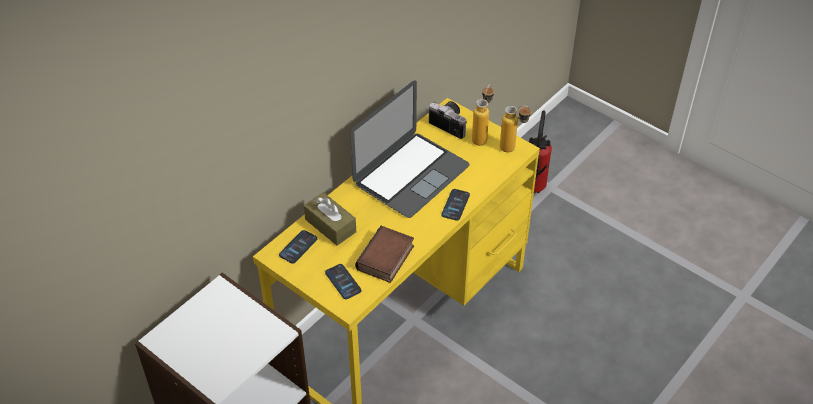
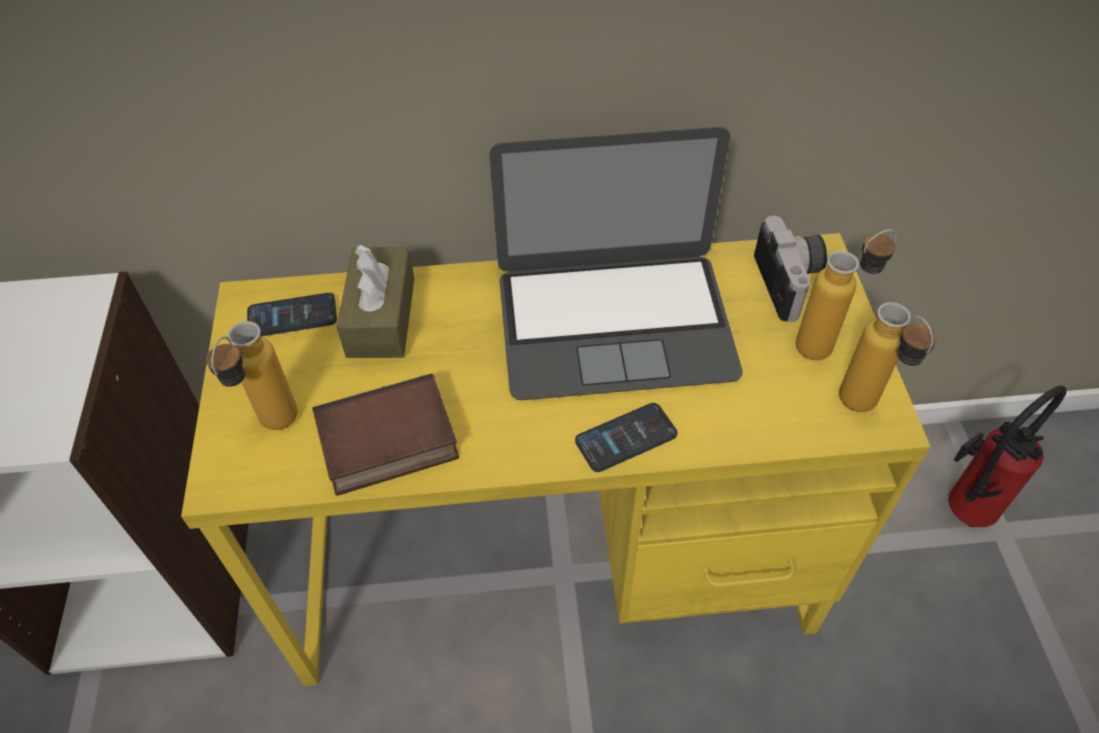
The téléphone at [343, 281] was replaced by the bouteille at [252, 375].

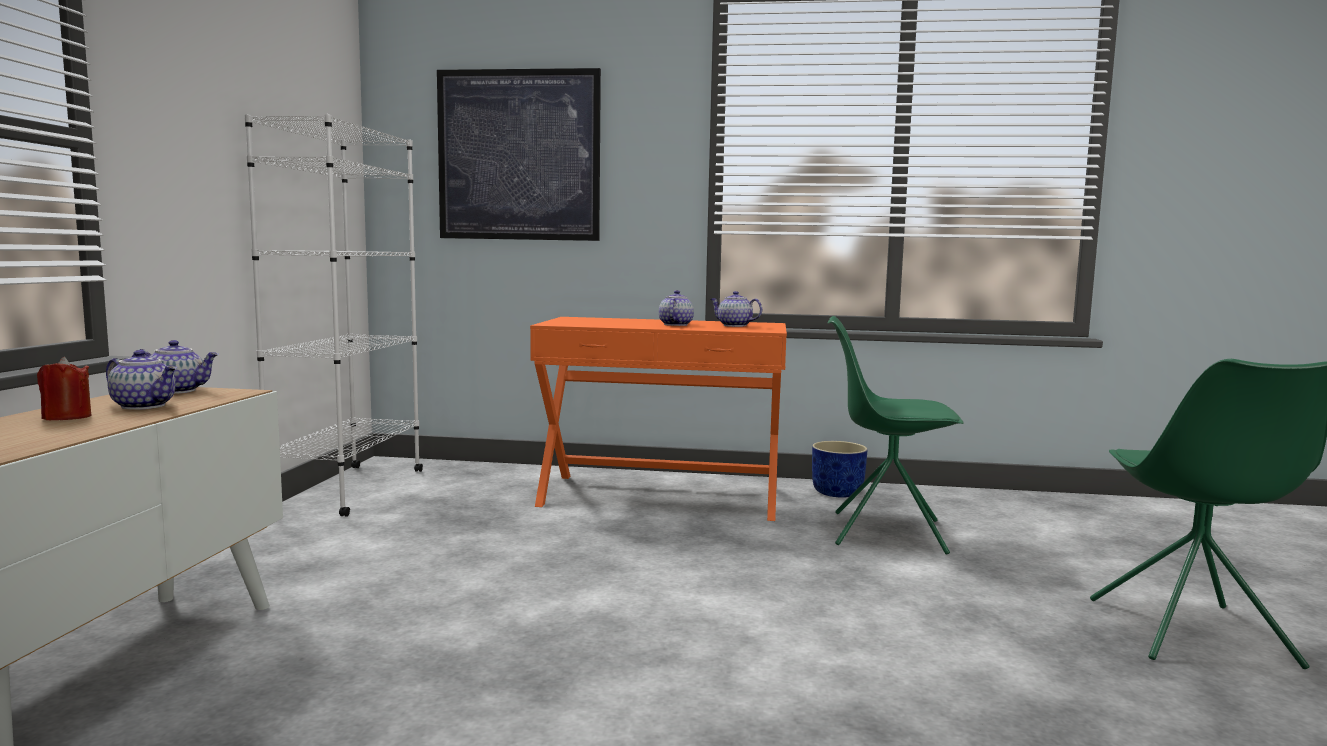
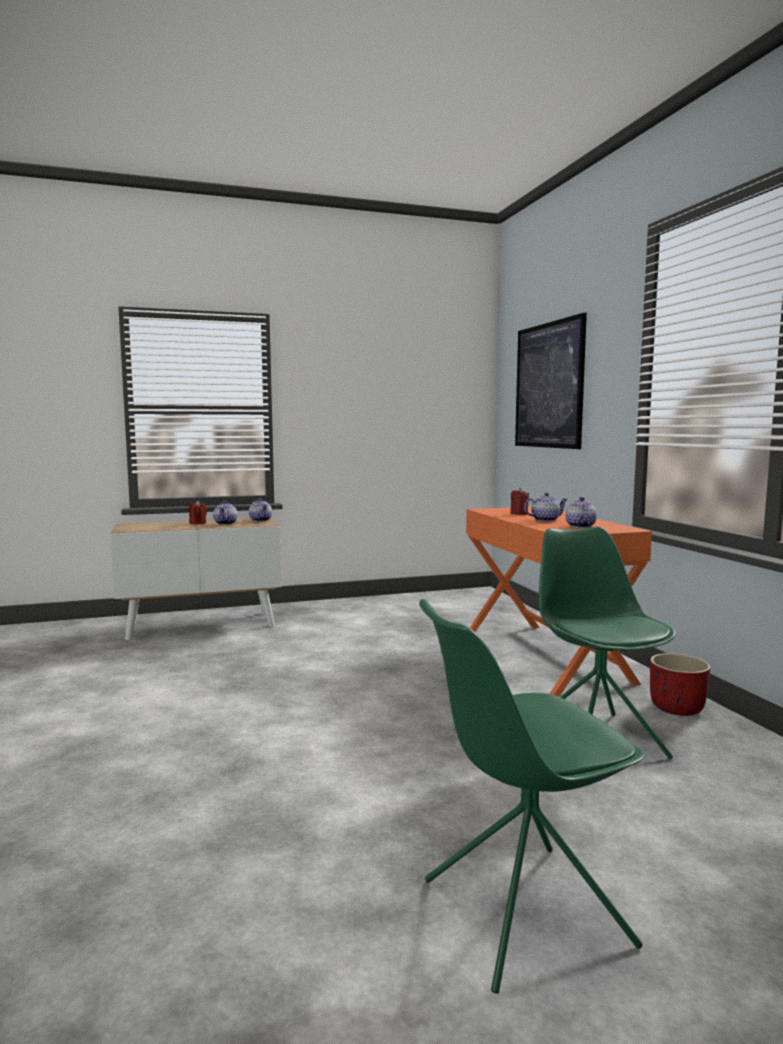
The bibliothèque (blanc) at [333, 315] disappeared.
The cache-pot (bleu) at [840, 469] became the cache-pot (rouge) at [680, 684].
The bougie (rouge) at [519, 501] appeared.

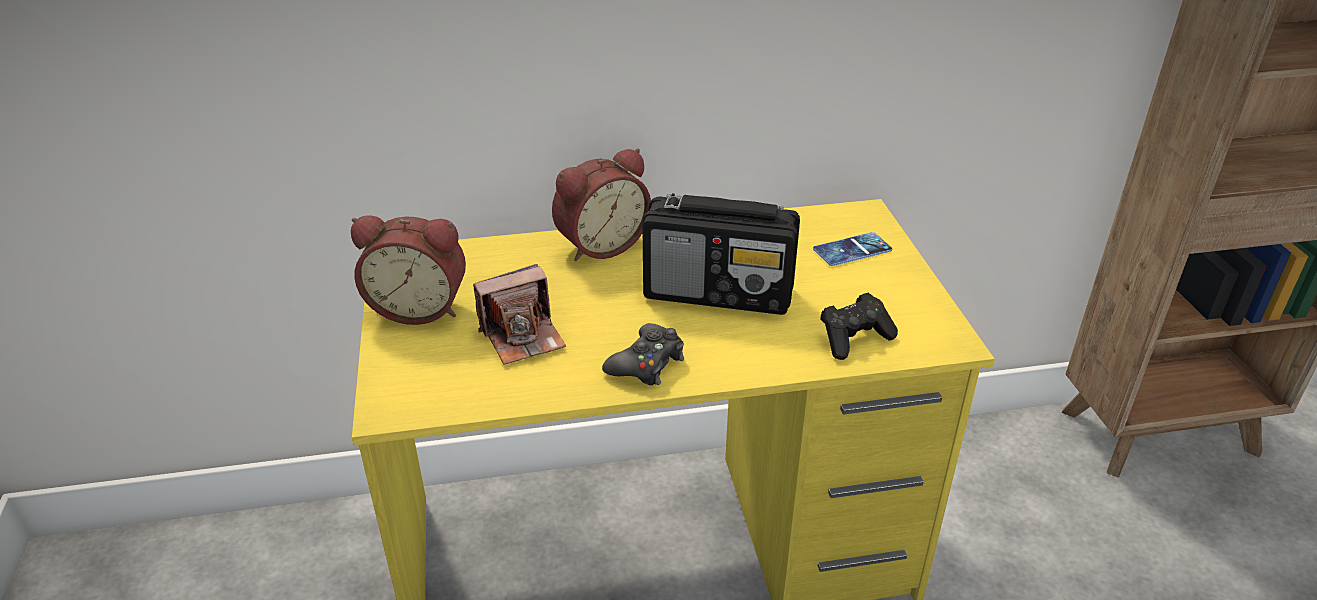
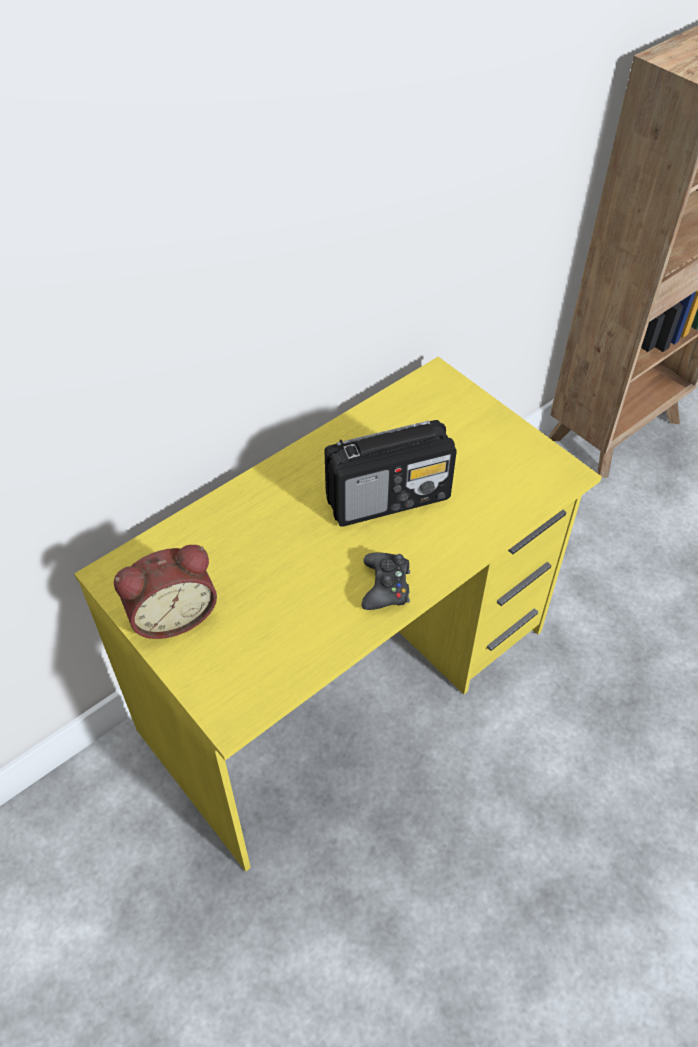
The appareil photo at [519, 314] disappeared.
The réveil at [601, 204] disappeared.
The téléphone at [852, 249] disappeared.
The manette (noir) at [859, 326] disappeared.

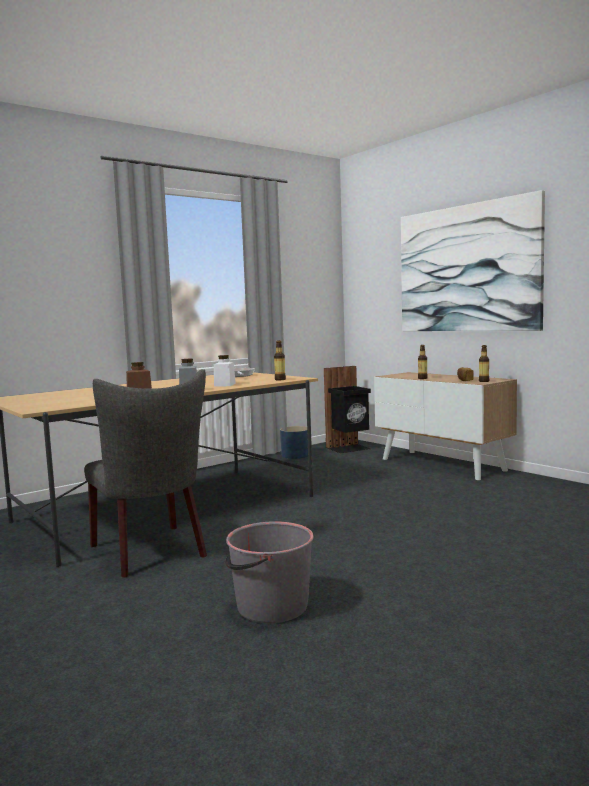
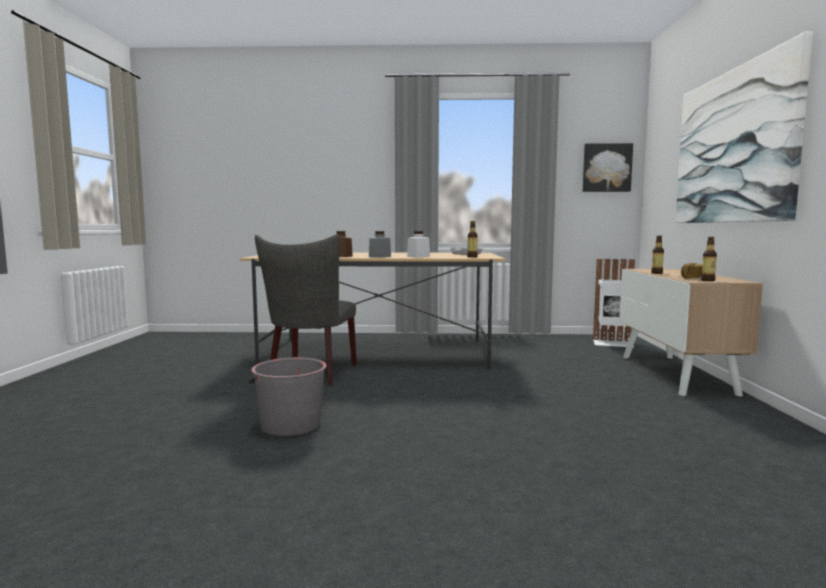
The cache-pot (bleu) at [294, 442] disappeared.
The poubelle (noir) at [347, 409] became the poubelle (blanc) at [614, 303].
The tableau at [608, 167] appeared.

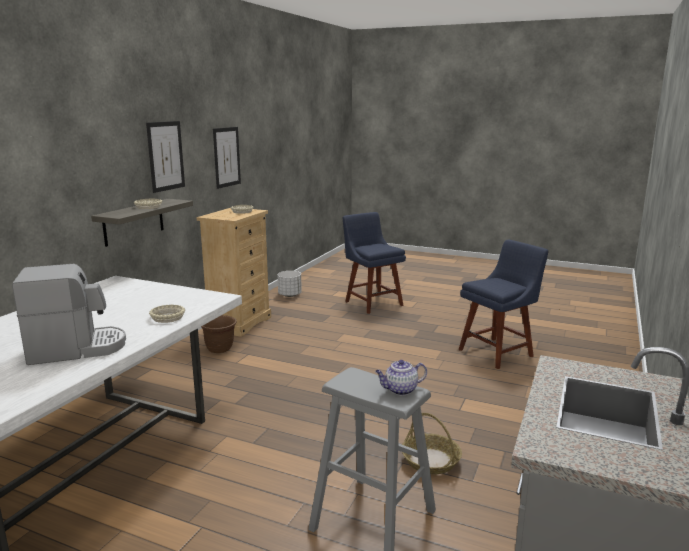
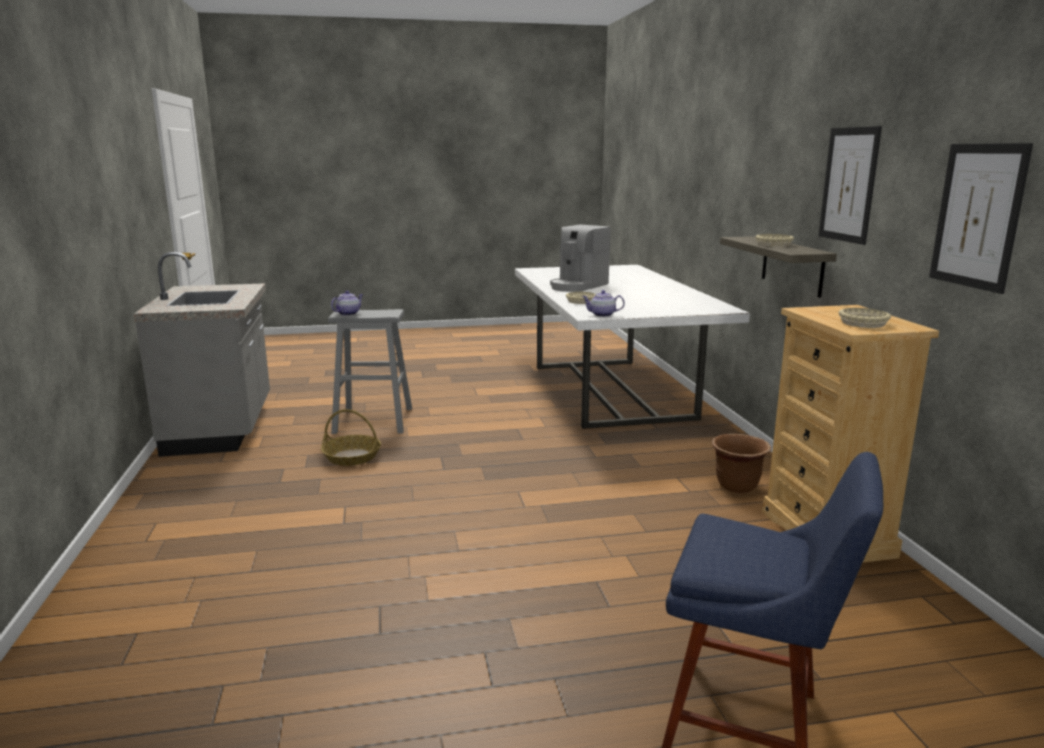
The cache-pot (blanc) at [290, 284] disappeared.
The chaise (bleu) at [503, 304] disappeared.
The théière at [603, 303] appeared.

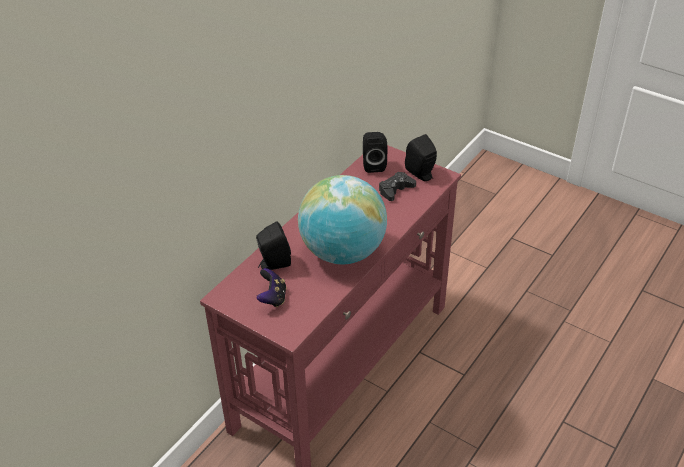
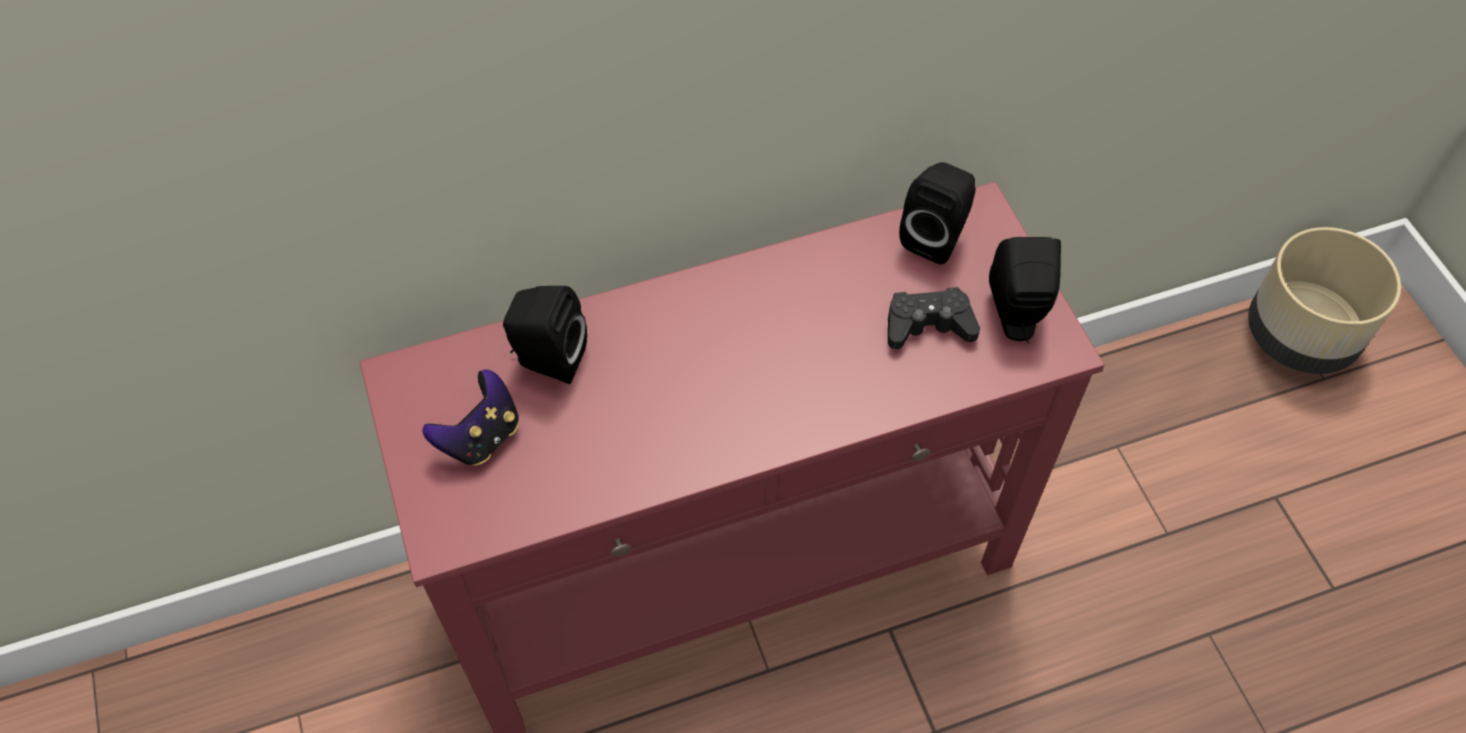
The globe at [342, 219] disappeared.
The cache-pot (beige) at [1324, 300] appeared.

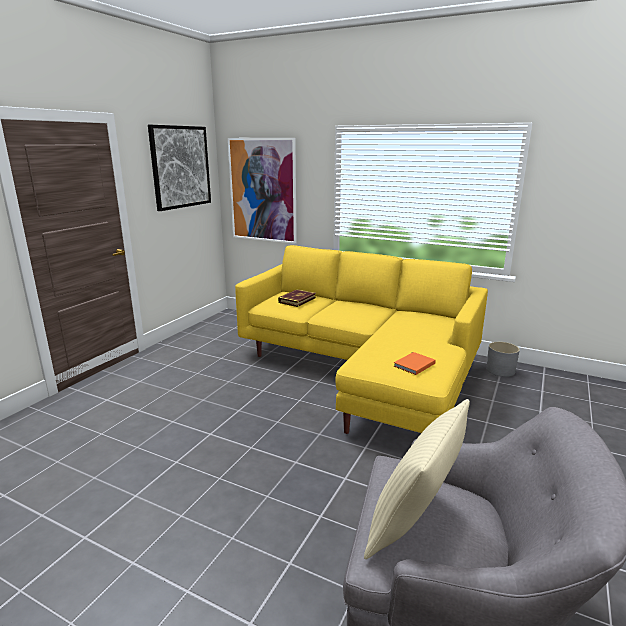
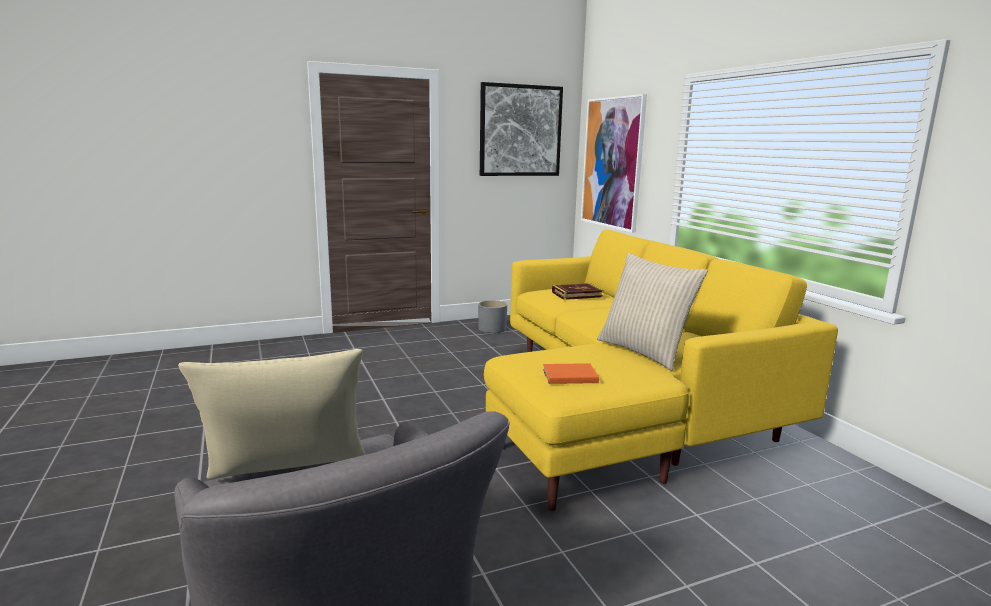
The cache-pot (gris) moved from [503, 359] to [492, 316].
The coussin (beige) at [652, 312] appeared.

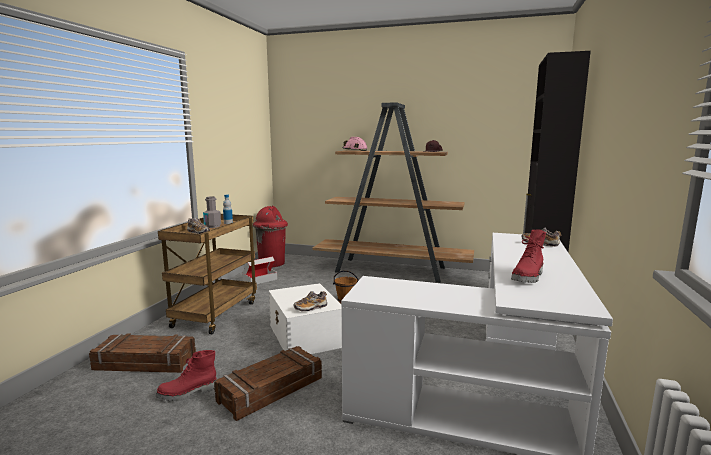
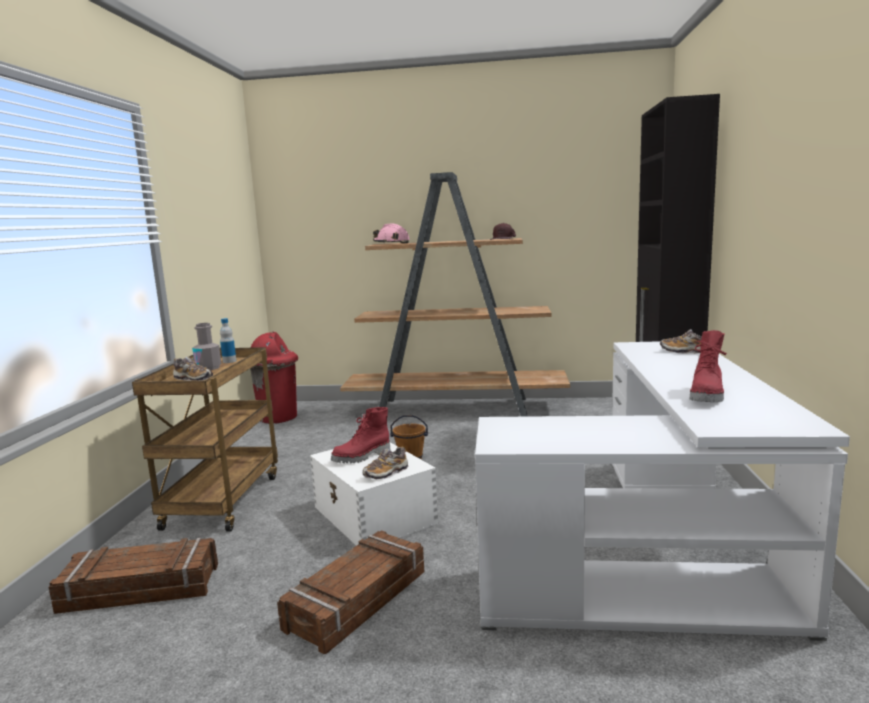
The botte (rouge) moved from [186, 375] to [360, 435].
The carton at [259, 270] disappeared.

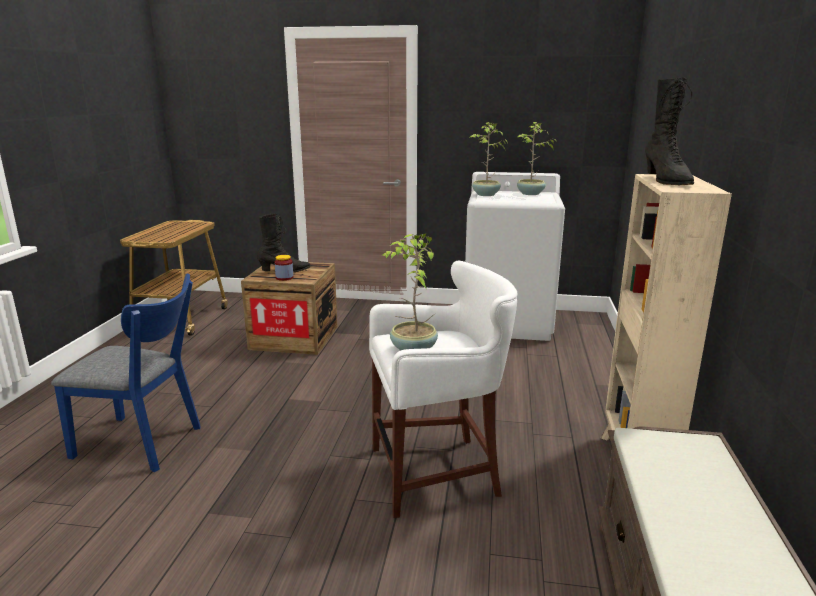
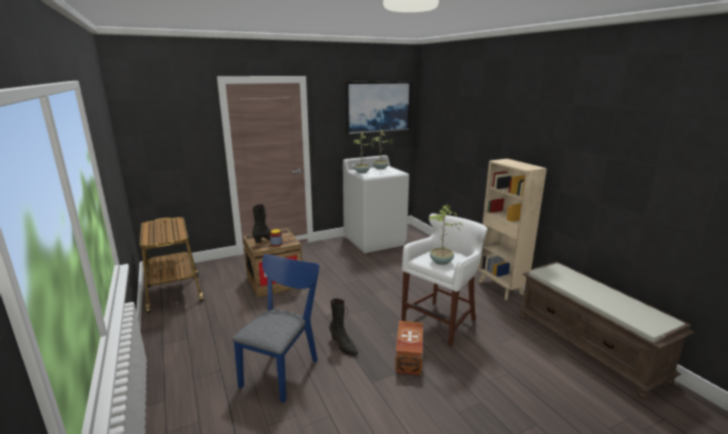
The chaise (bleu) at [126, 372] turned 45 degrees counterclockwise.
The botte (noir) moved from [669, 131] to [343, 327].
The tableau at [379, 108] appeared.
The boîte de rangement (marron) at [409, 348] appeared.

